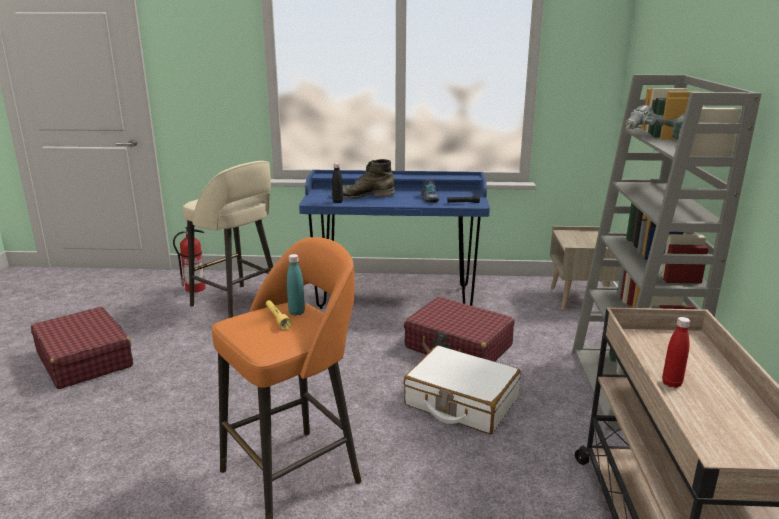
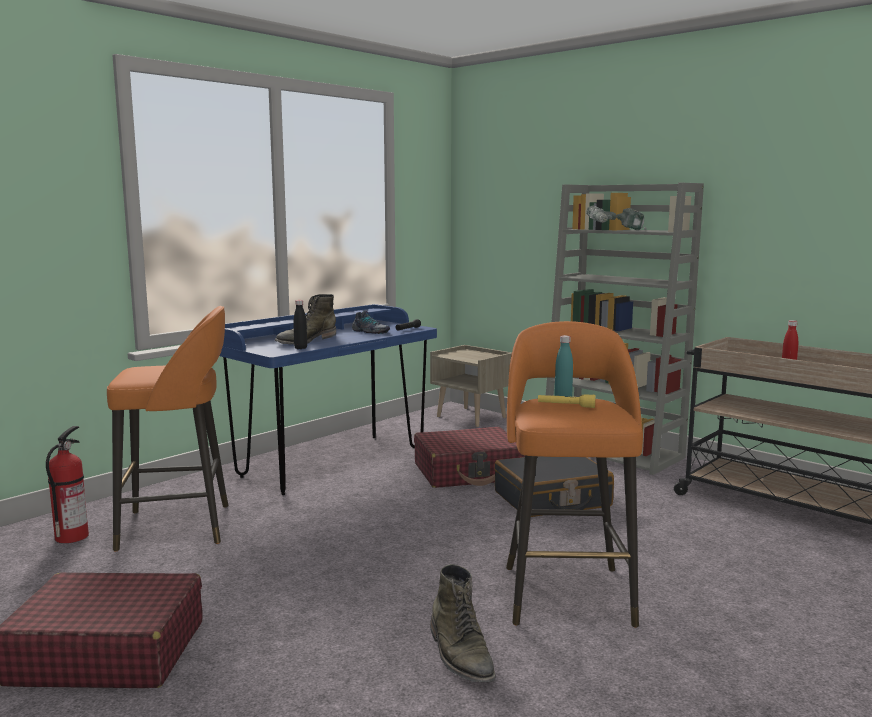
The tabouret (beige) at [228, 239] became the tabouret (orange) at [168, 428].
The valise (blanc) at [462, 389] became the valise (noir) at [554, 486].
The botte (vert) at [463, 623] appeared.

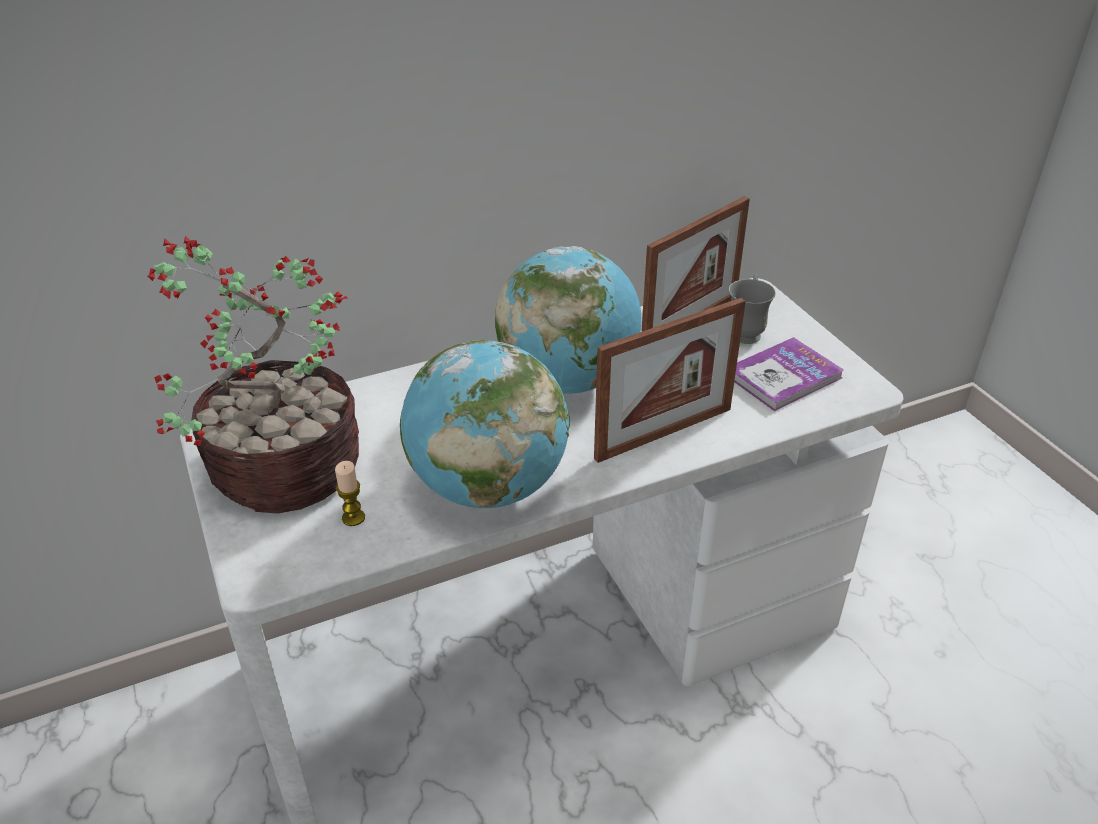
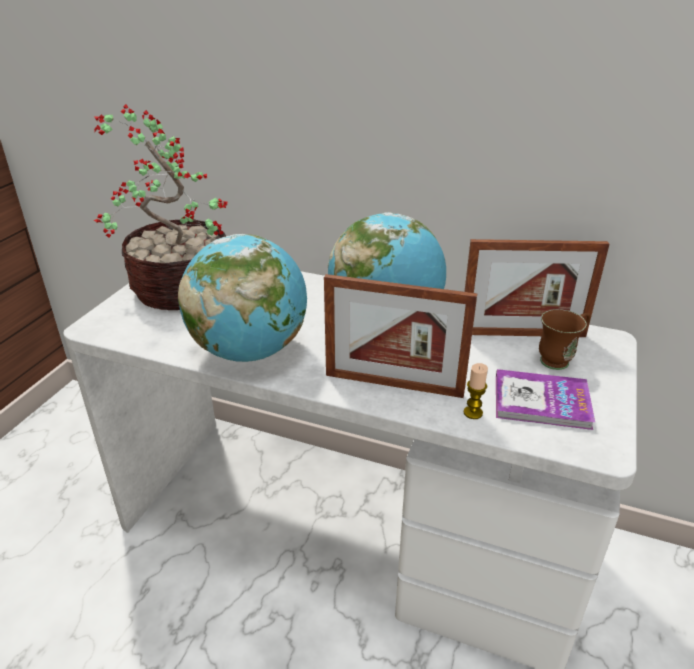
The bougie moved from [350, 493] to [475, 391].
The mug (gris) at [752, 309] became the mug (marron) at [564, 339].

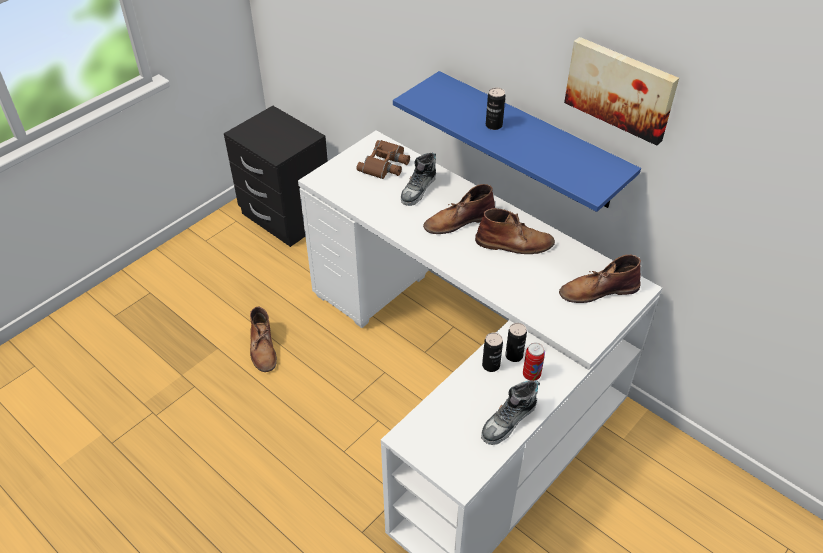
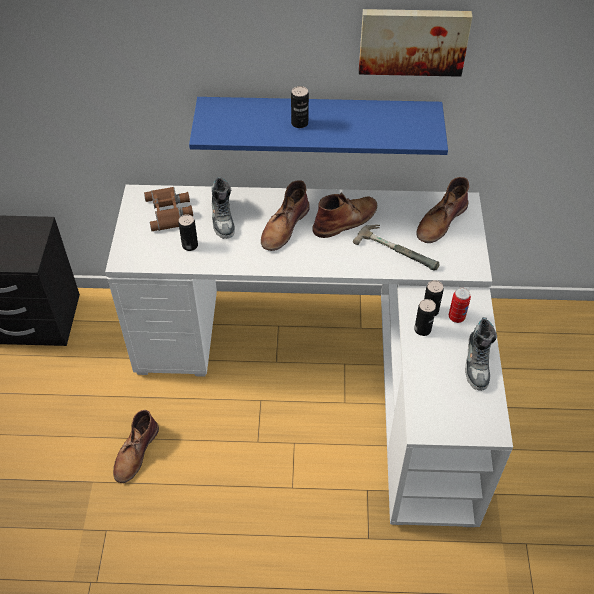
The botte (marron) at [263, 339] turned 75 degrees clockwise.
The boîte métallique at [188, 232] appeared.
The marteau at [396, 247] appeared.

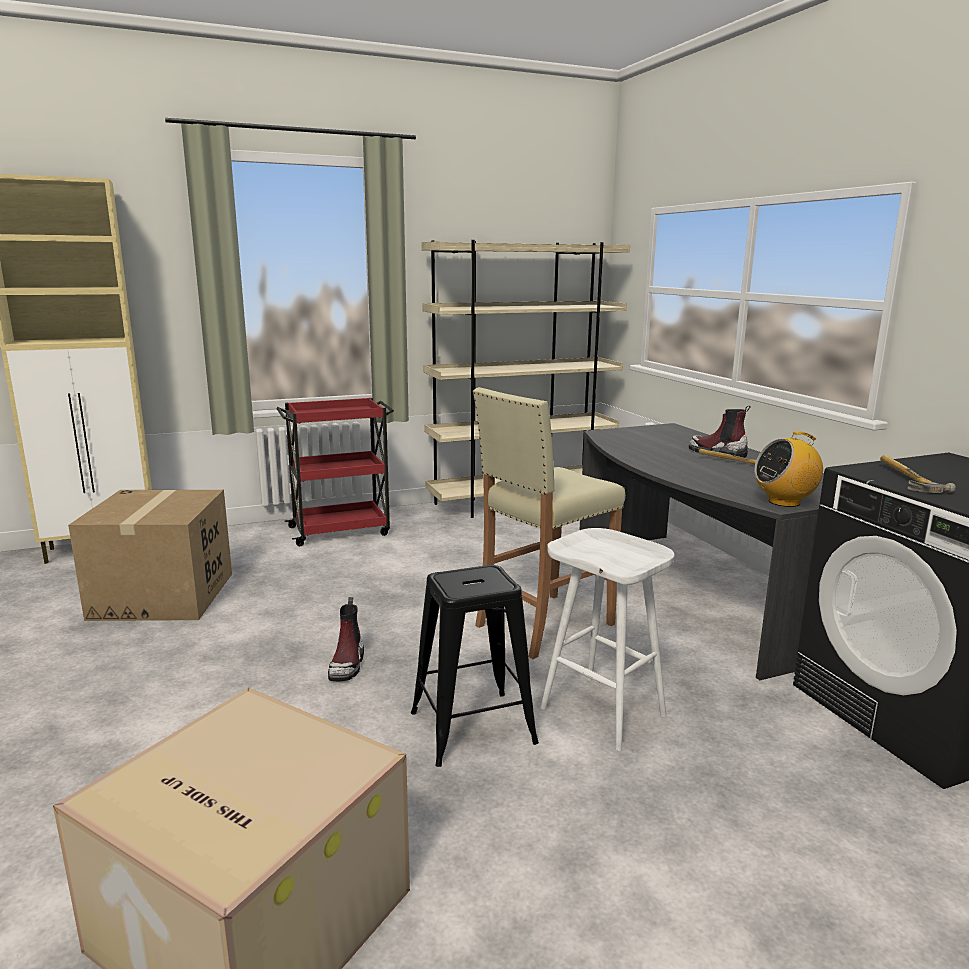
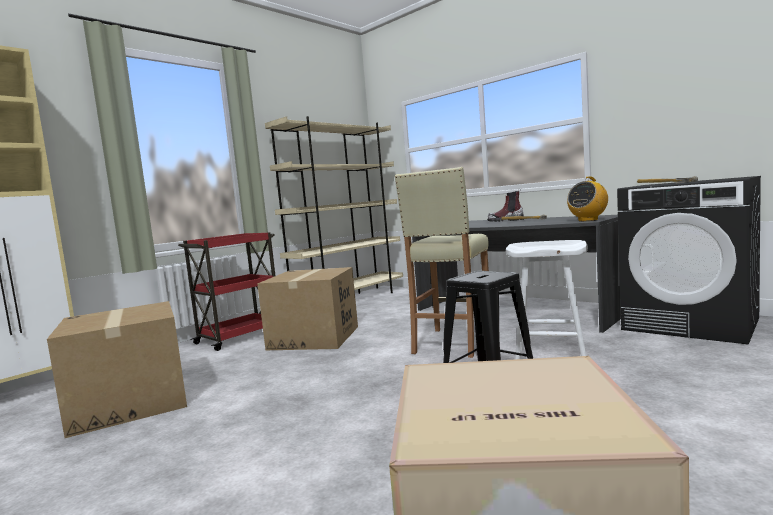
The botte at [346, 639] disappeared.
The carton at [307, 308] appeared.

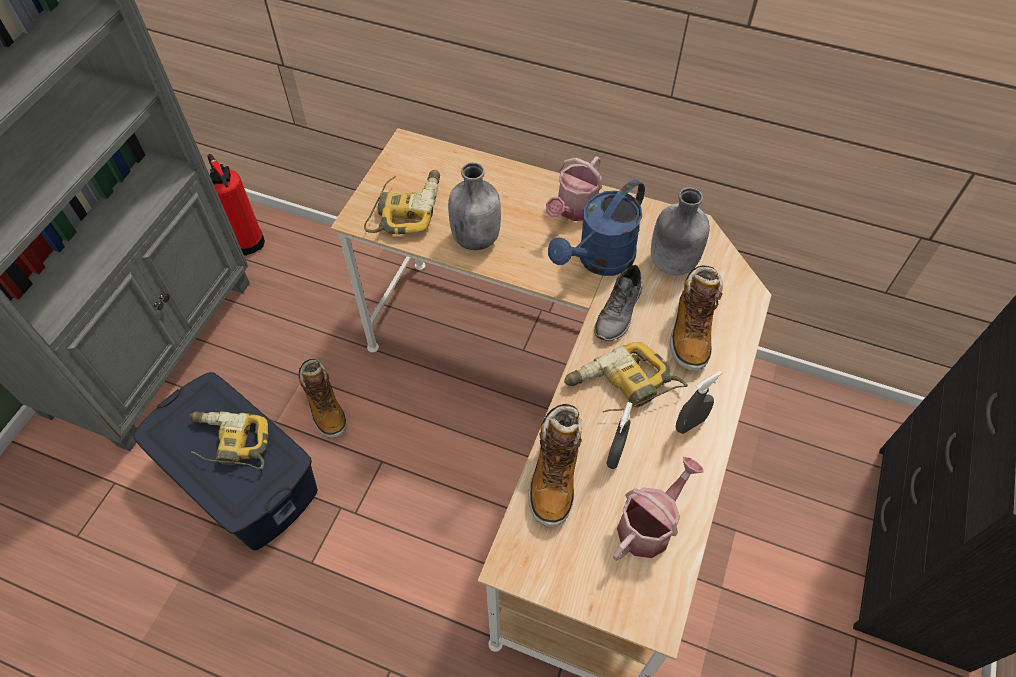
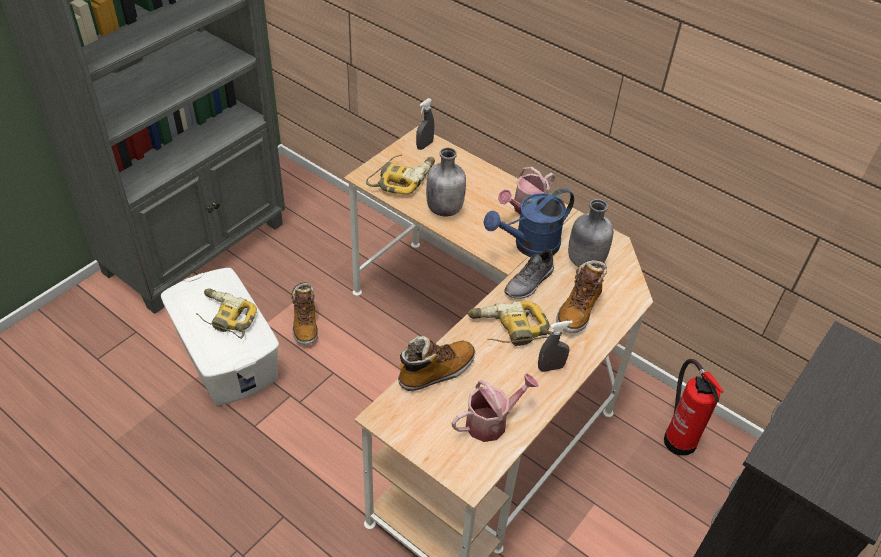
The boîte de rangement (bleu) at [225, 461] became the boîte de rangement (blanc) at [220, 337].
The extincteur moved from [236, 205] to [694, 407].
The botte at [555, 465] turned 150 degrees counterclockwise.
The vaporisateur (gris) moved from [619, 435] to [425, 124].

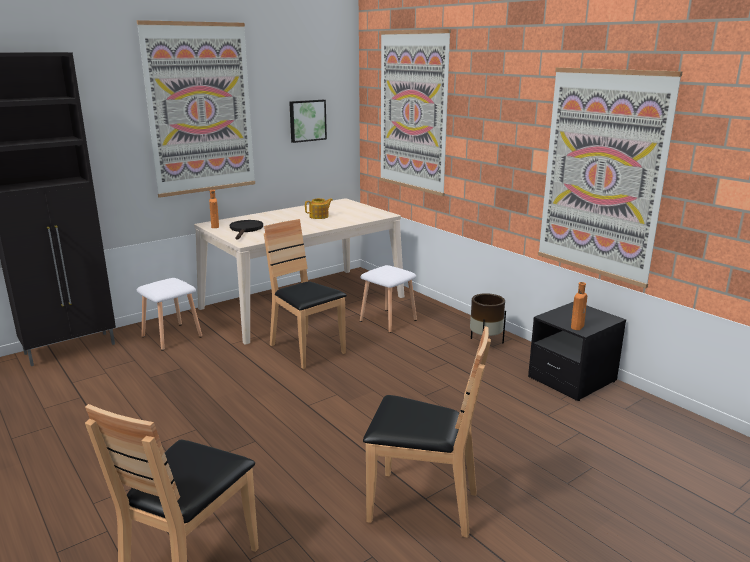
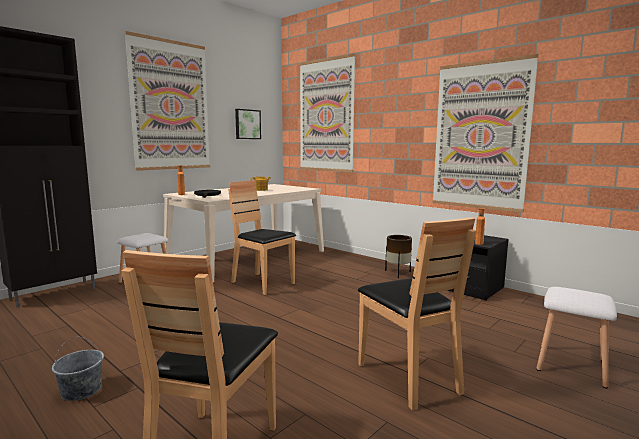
The tabouret (blanc) moved from [388, 299] to [576, 338].
The chaise (marron) at [427, 432] turned 60 degrees clockwise.
The seau (gris) at [78, 369] appeared.

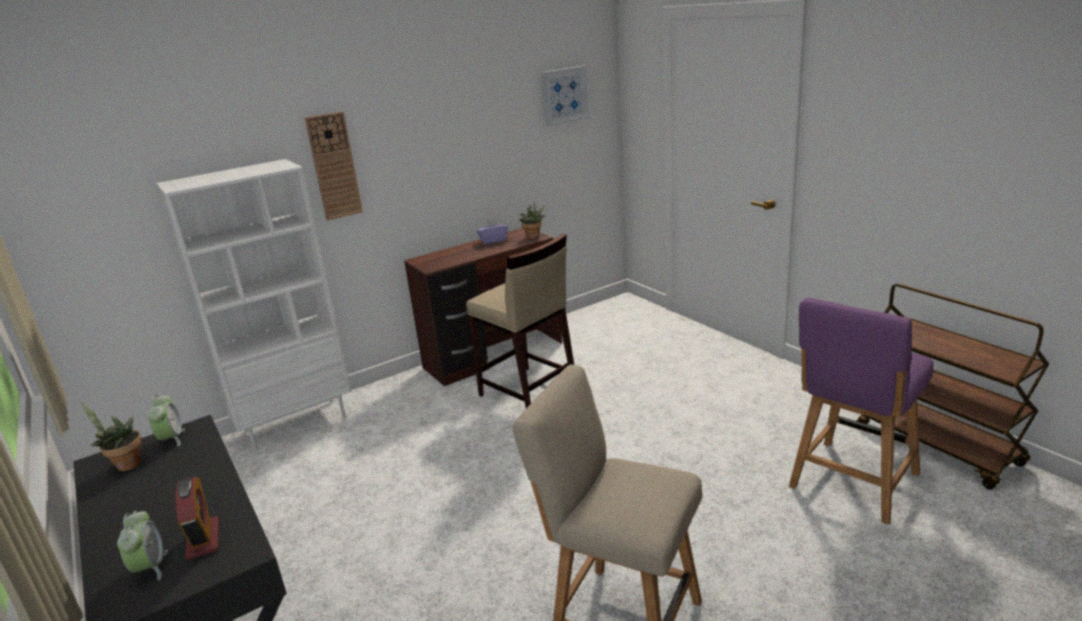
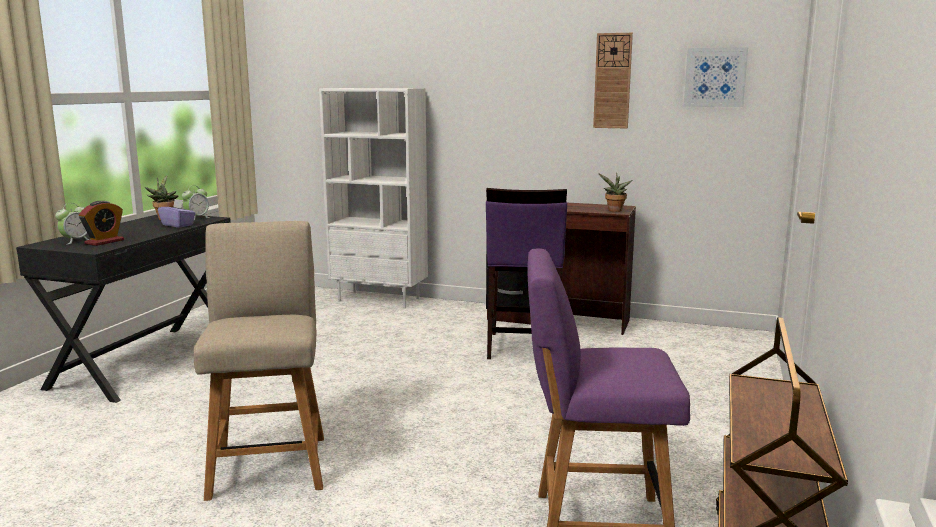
The horloge murale moved from [334, 166] to [613, 80].
The tabouret (beige) at [520, 320] became the tabouret (violet) at [526, 273].
The boîte à mouchoirs (violet) moved from [492, 231] to [177, 213].

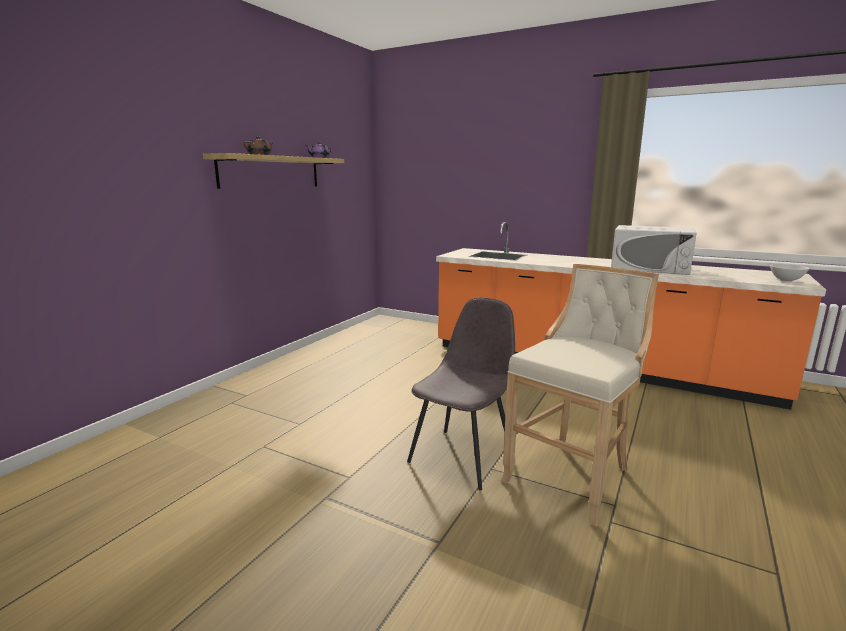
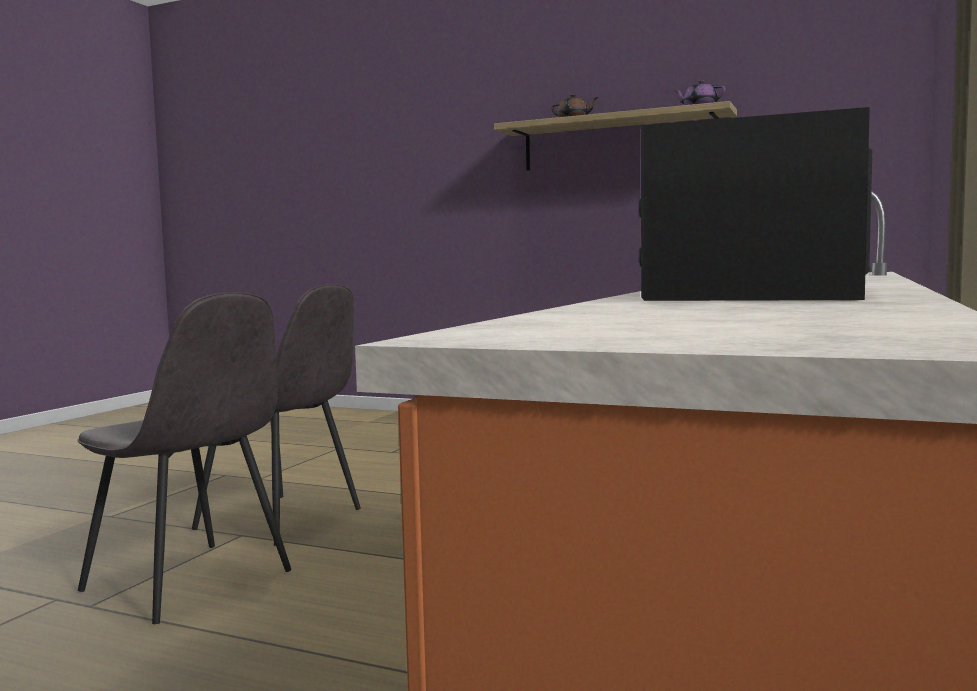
The tabouret (beige) at [580, 395] was replaced by the chaise (gris) at [184, 458].
The micro-ondes (blanc) at [654, 250] became the micro-ondes (noir) at [755, 204].
The bol (blanc) at [790, 273] disappeared.

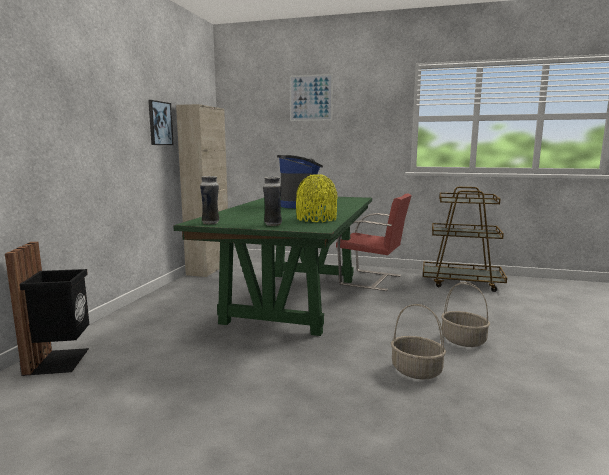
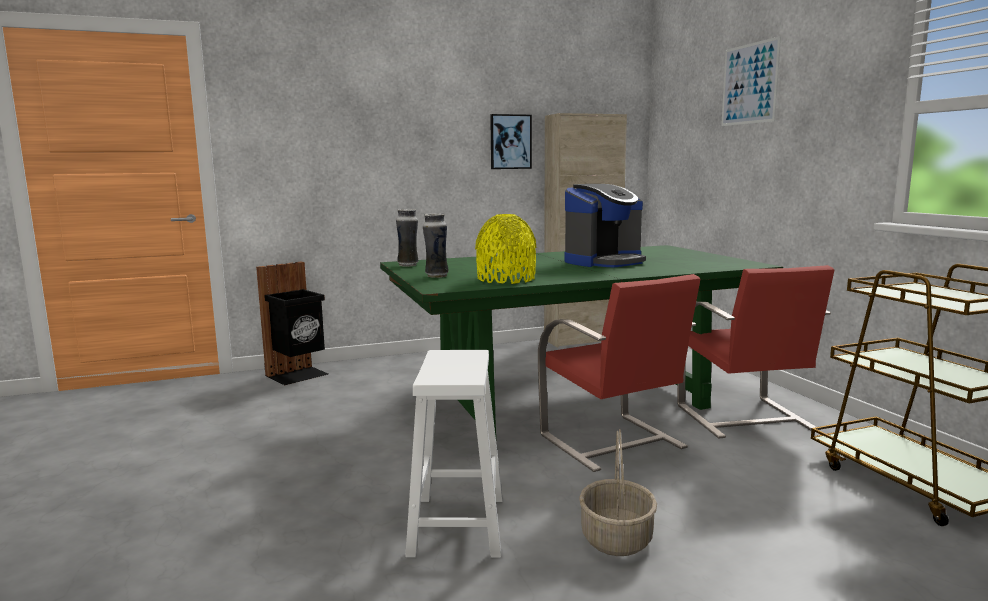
The panier at [418, 341] was replaced by the tabouret (blanc) at [454, 454].
The chaise (rouge) at [619, 373] appeared.

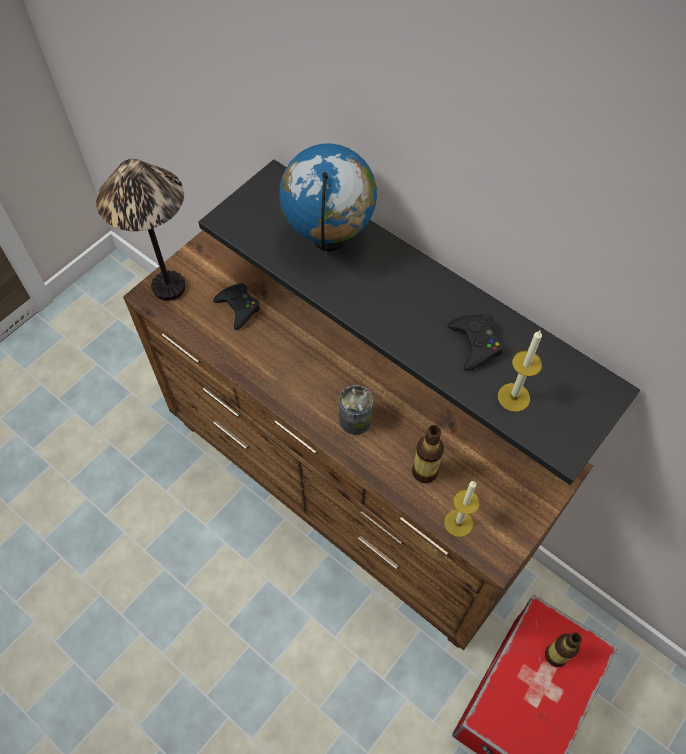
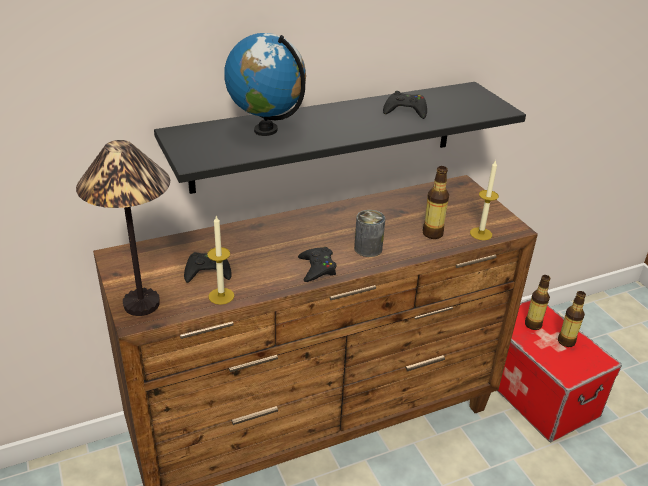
The bougie moved from [520, 371] to [220, 260].
The manette (noir) at [317, 264] appeared.
The bouteille at [572, 319] appeared.

